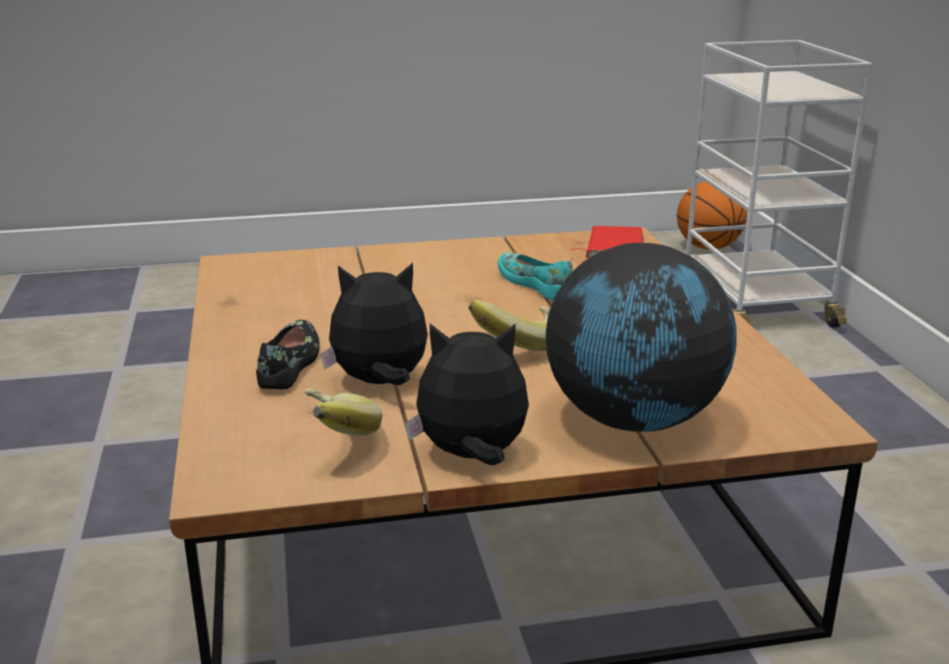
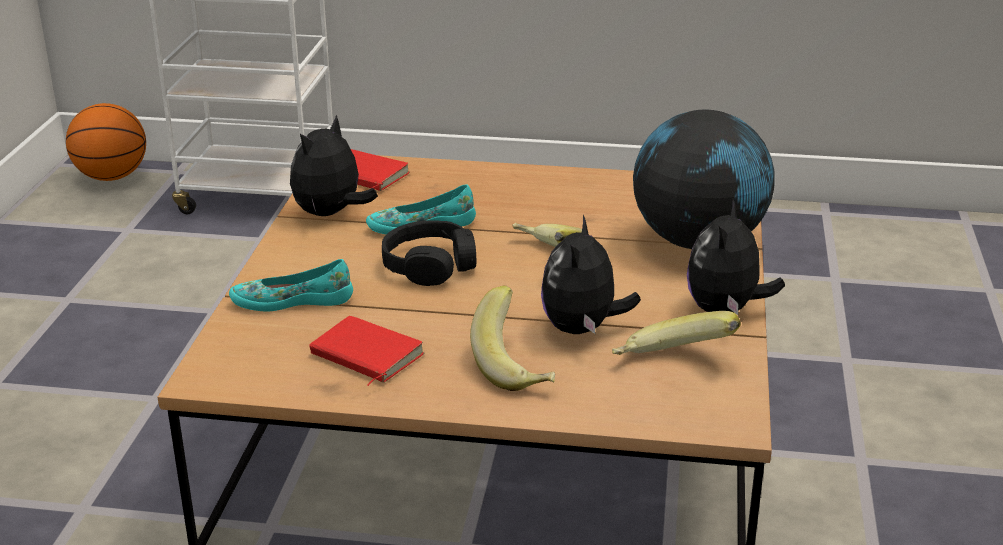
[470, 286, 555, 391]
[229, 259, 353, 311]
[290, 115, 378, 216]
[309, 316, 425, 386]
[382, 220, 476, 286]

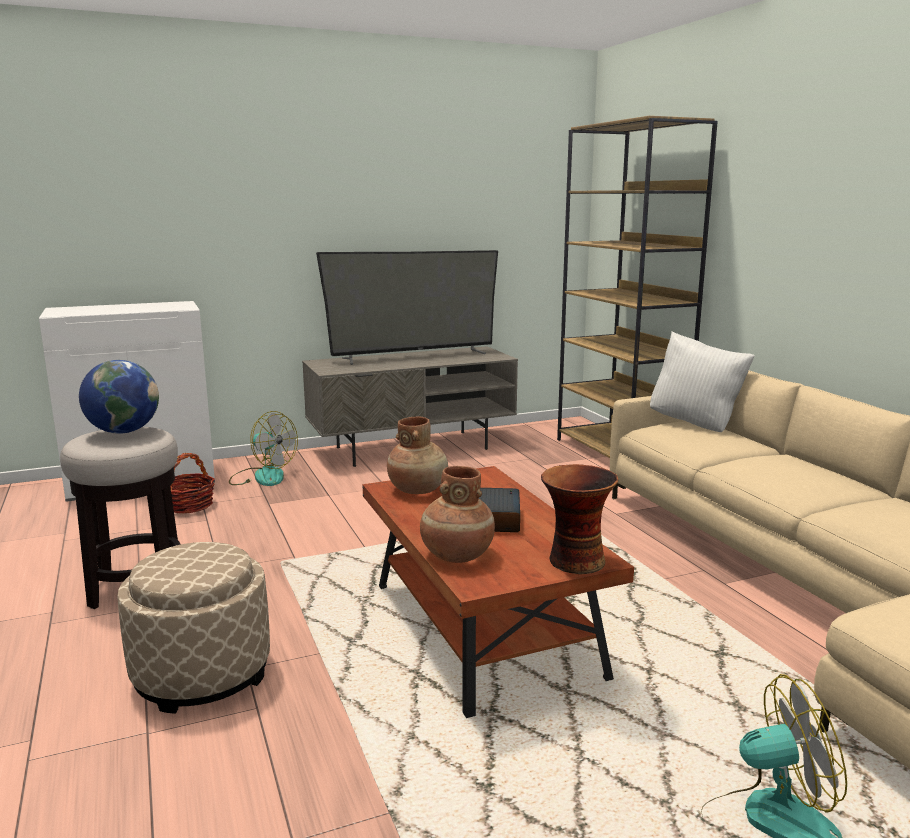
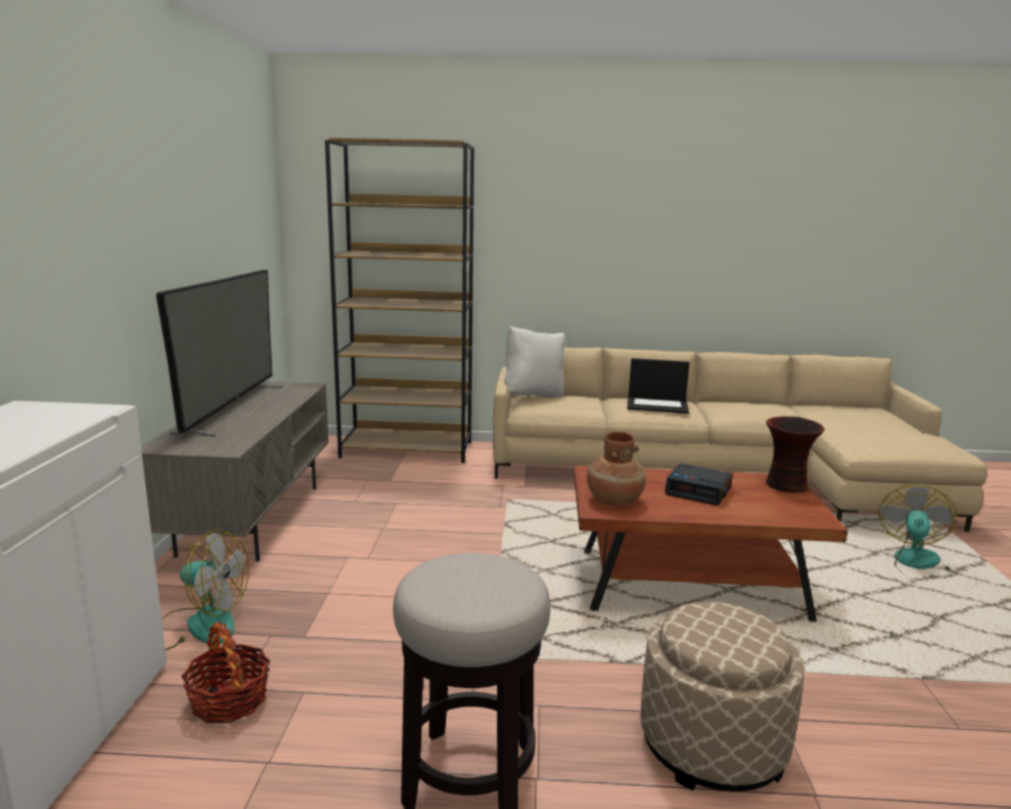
[79, 360, 159, 434] (first image)
[162, 529, 249, 651]
[420, 466, 495, 563] (first image)
[627, 358, 690, 414]

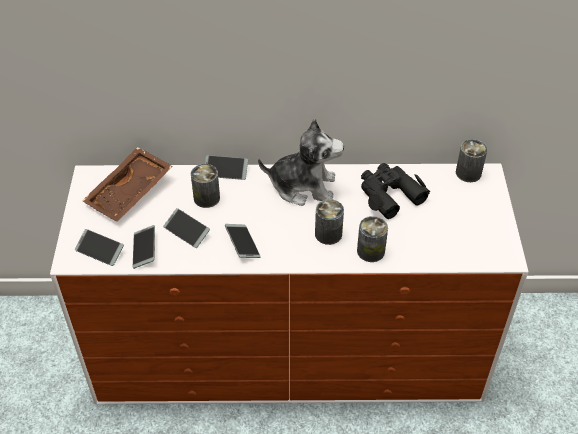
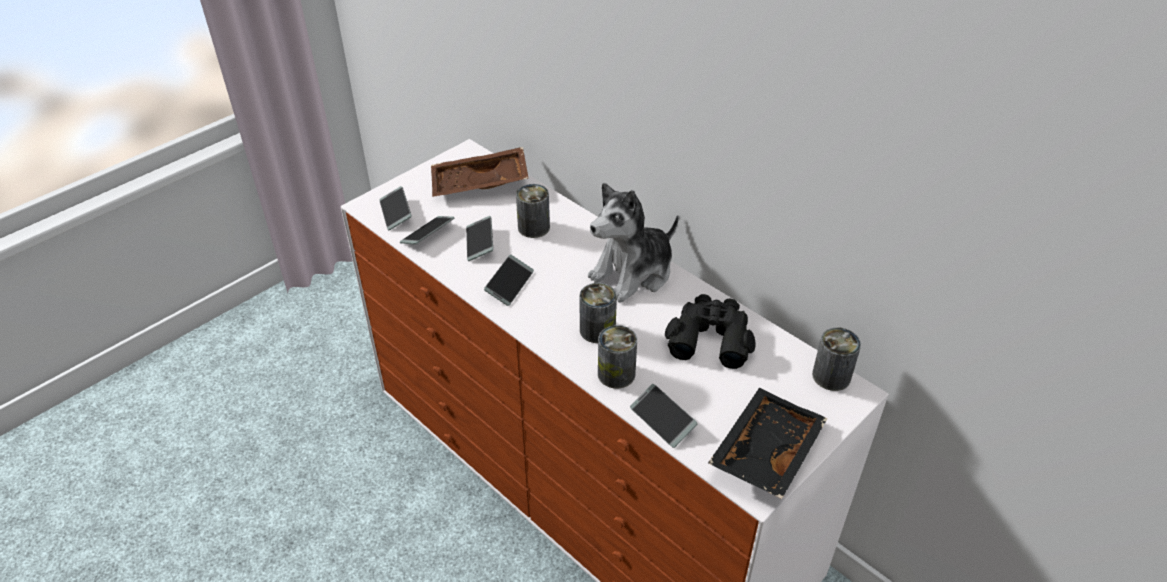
[630, 384, 697, 448]
[588, 183, 679, 303]
[708, 388, 828, 499]

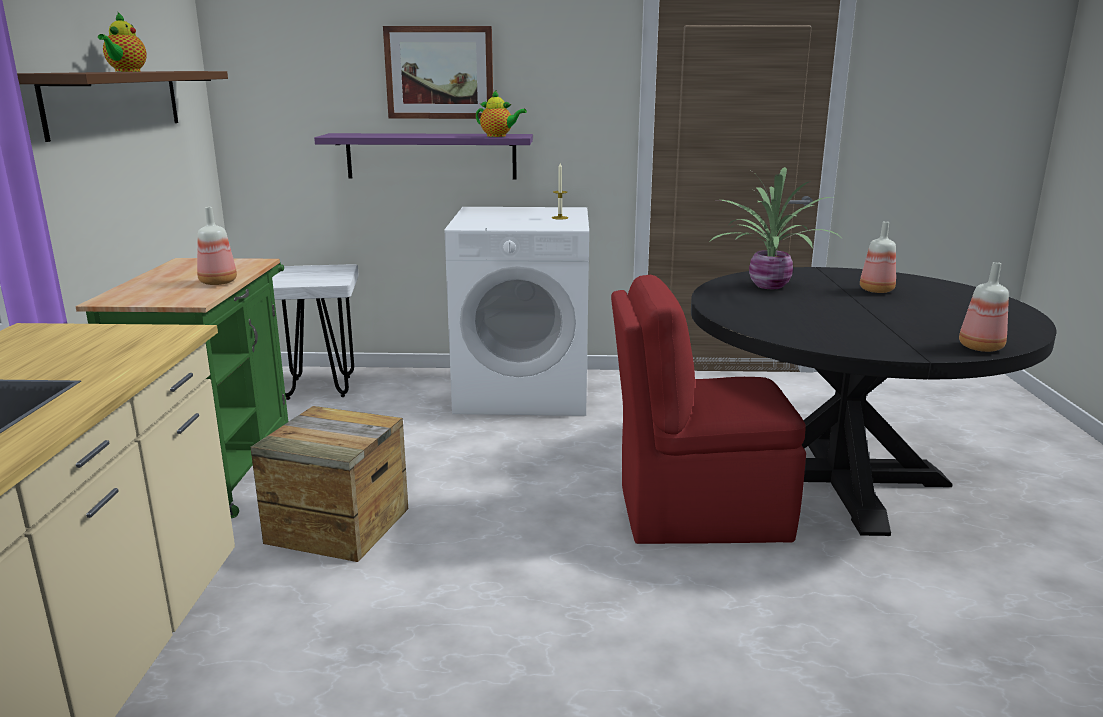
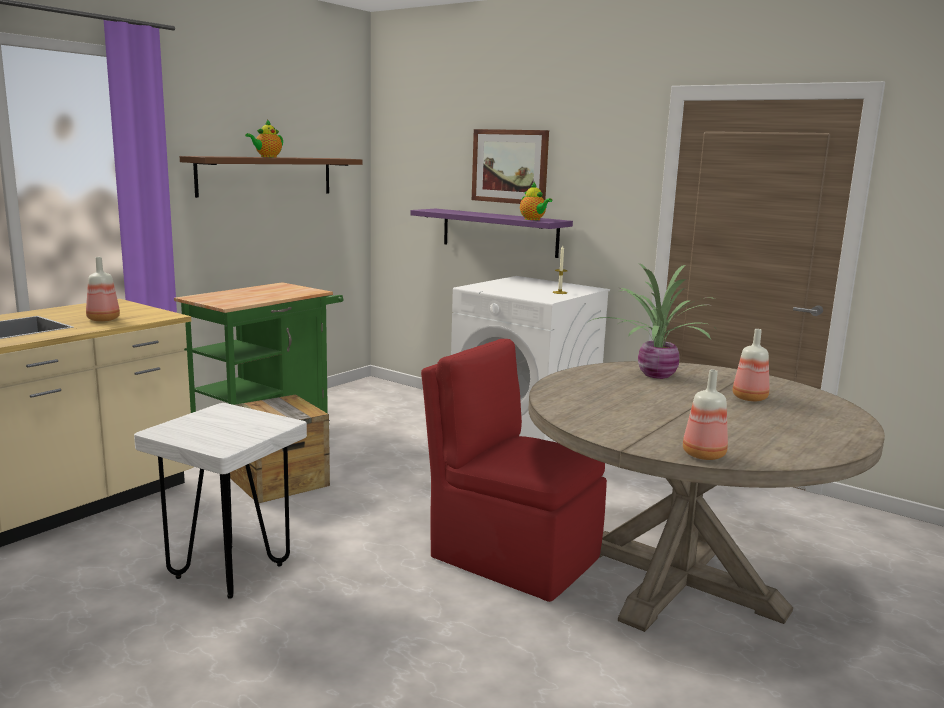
[86, 257, 120, 321]
[134, 403, 307, 599]
[528, 361, 885, 632]

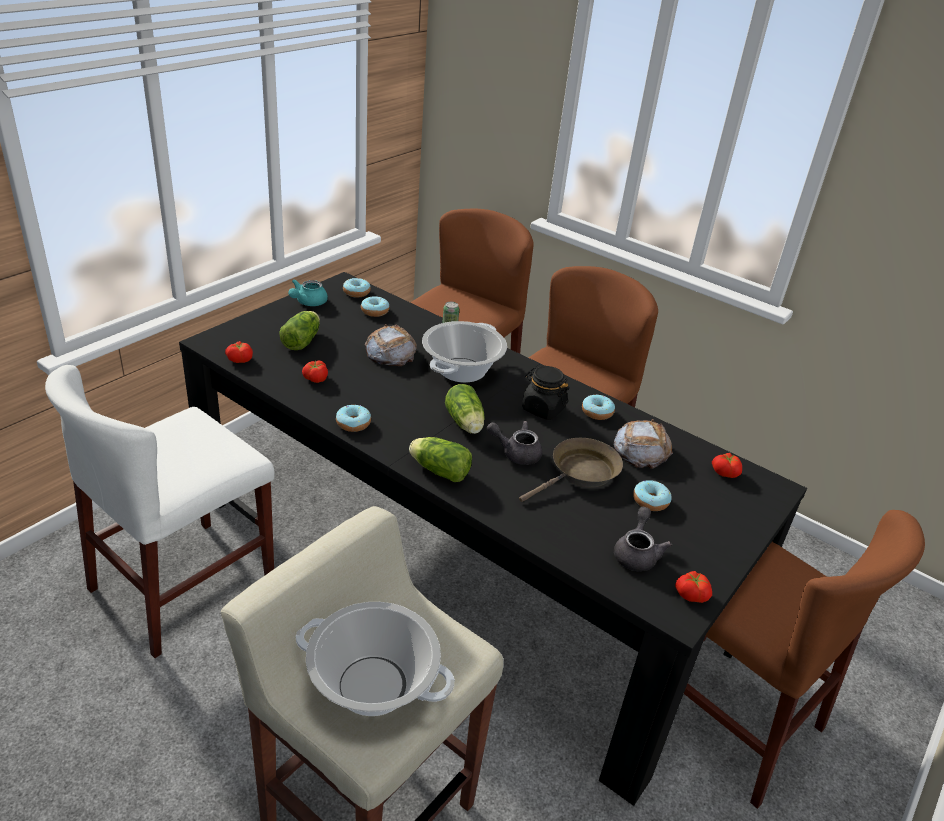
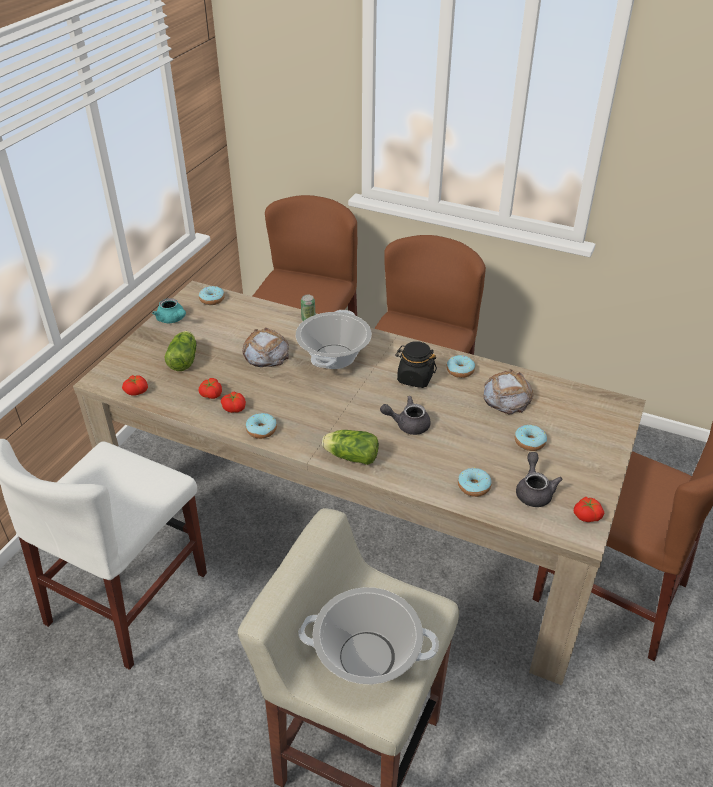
[73, 281, 646, 685]
[152, 298, 186, 323]
[458, 468, 492, 497]
[445, 384, 485, 434] (first image)
[519, 438, 623, 502] (first image)
[221, 391, 246, 413]

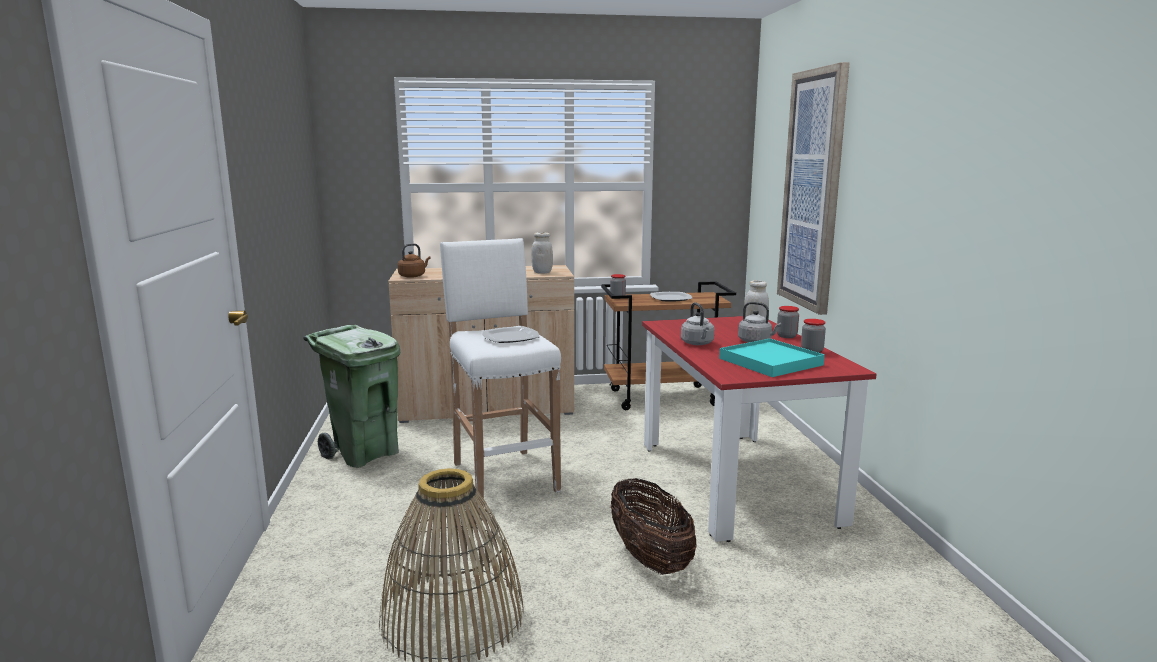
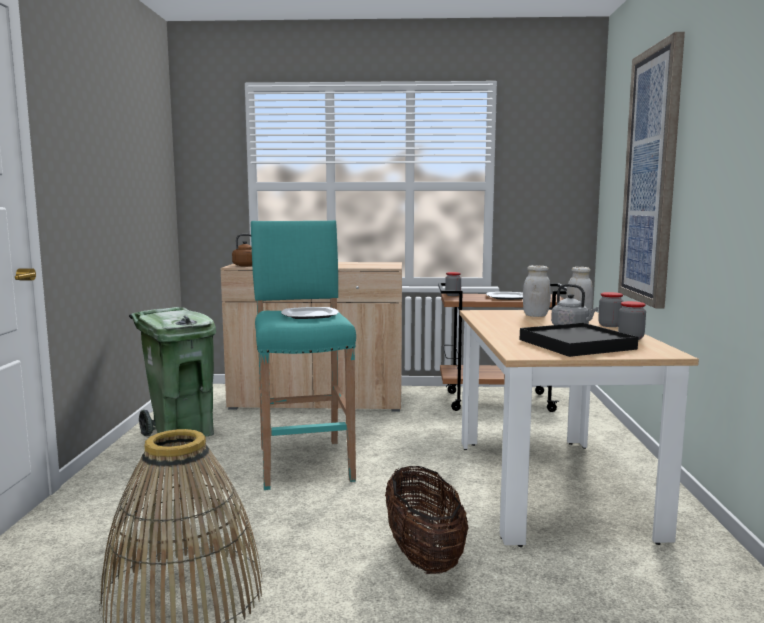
[251, 220, 356, 490]
[523, 265, 551, 317]
[460, 310, 699, 547]
[681, 302, 714, 345] (first image)
[520, 323, 638, 357]

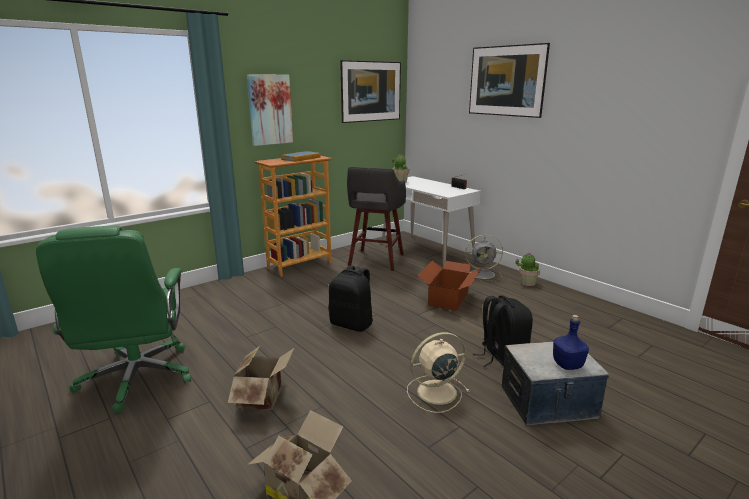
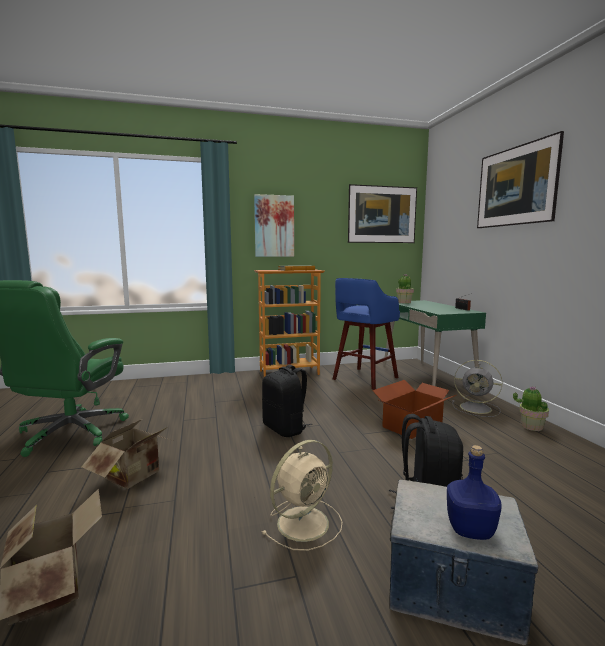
[333, 278, 400, 390]
[383, 300, 486, 386]
[262, 440, 343, 551]

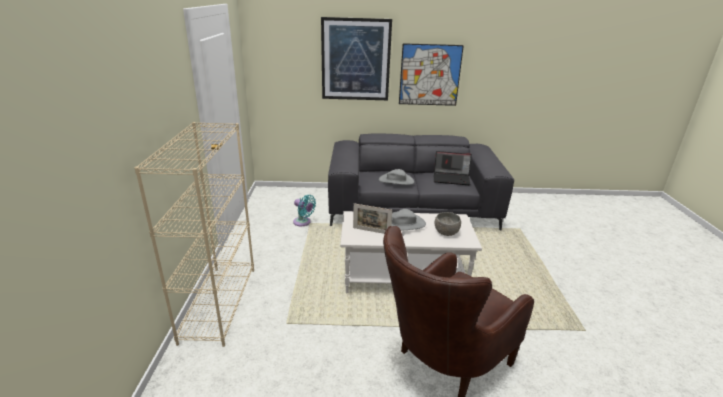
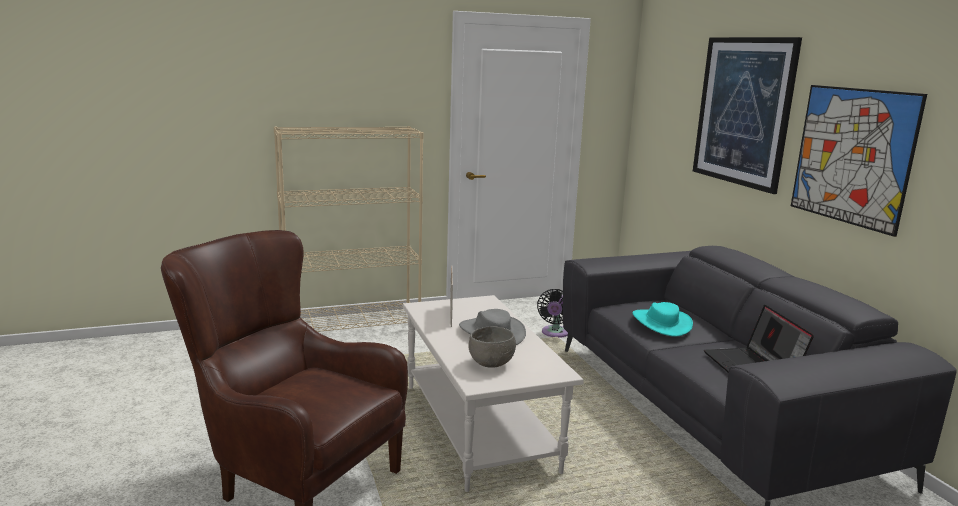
[537, 289, 568, 338]
[632, 302, 693, 336]

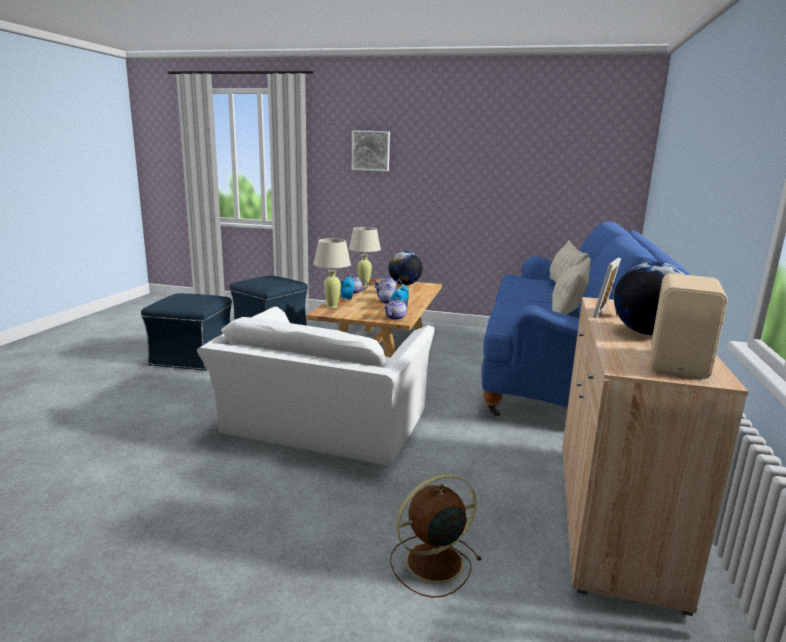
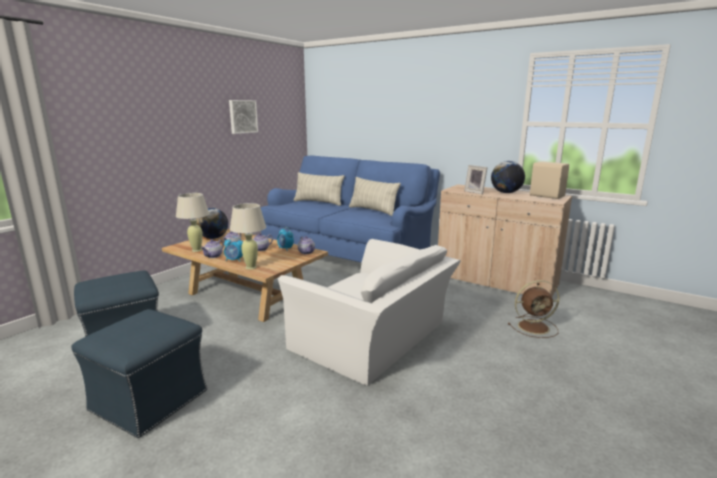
[229, 100, 258, 134]
[508, 280, 559, 338]

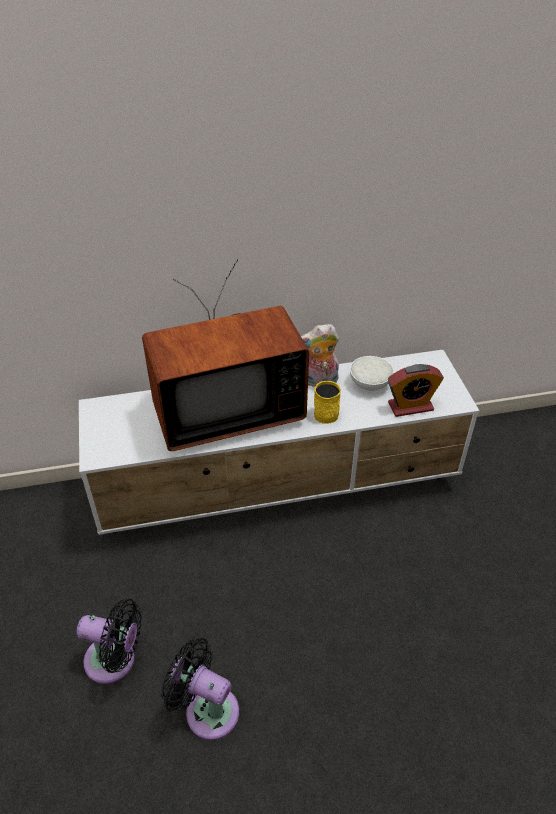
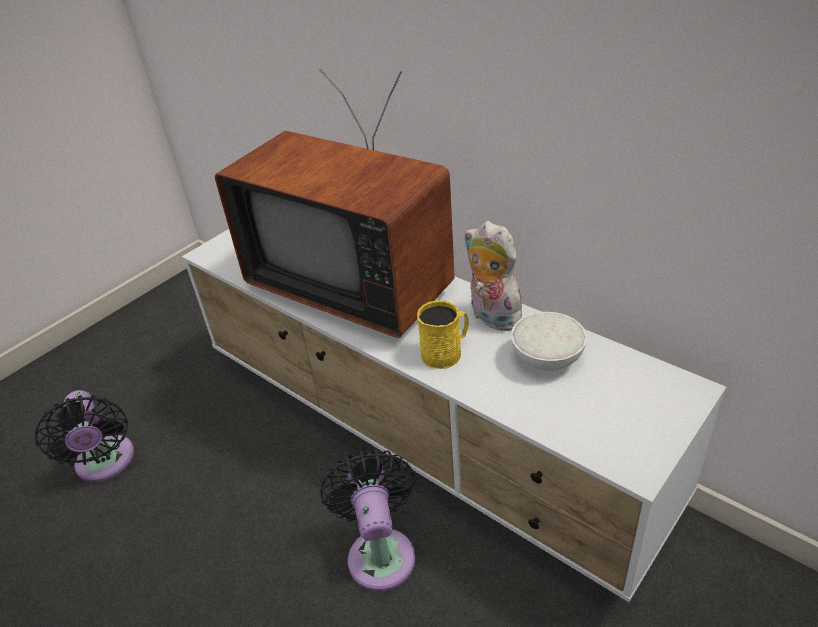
[320, 449, 415, 591]
[388, 364, 444, 417] (first image)

